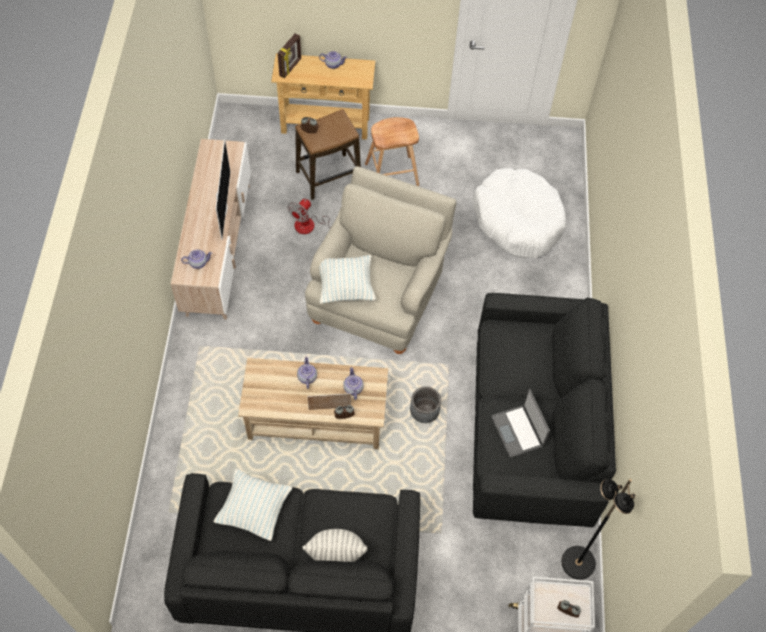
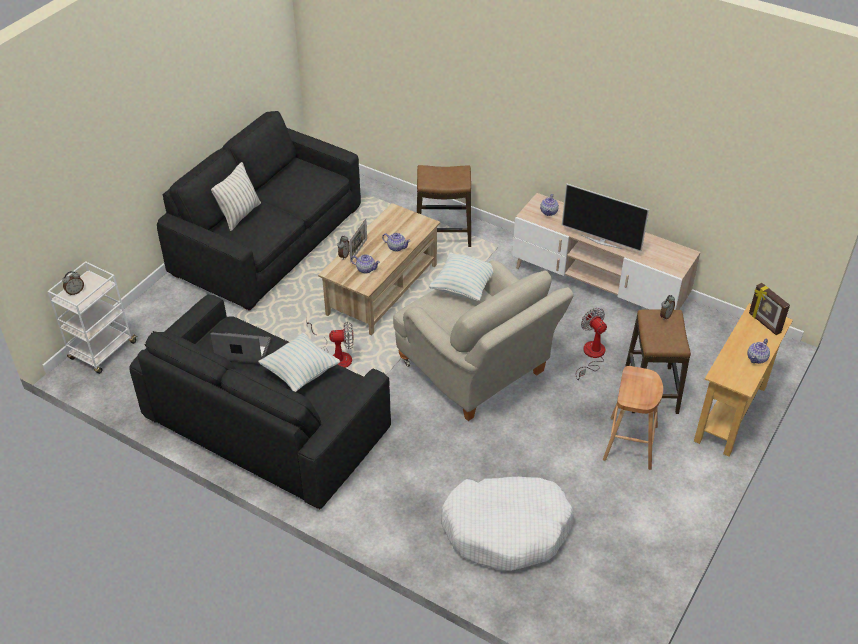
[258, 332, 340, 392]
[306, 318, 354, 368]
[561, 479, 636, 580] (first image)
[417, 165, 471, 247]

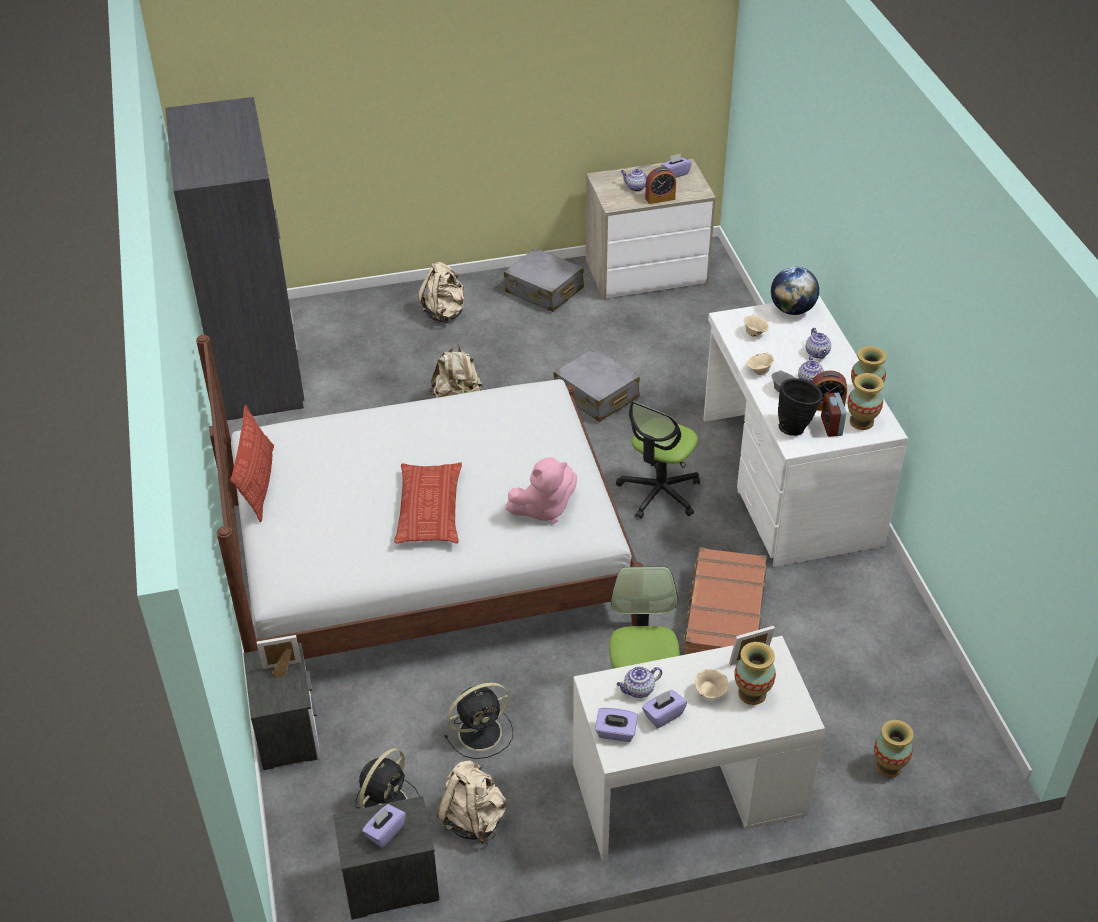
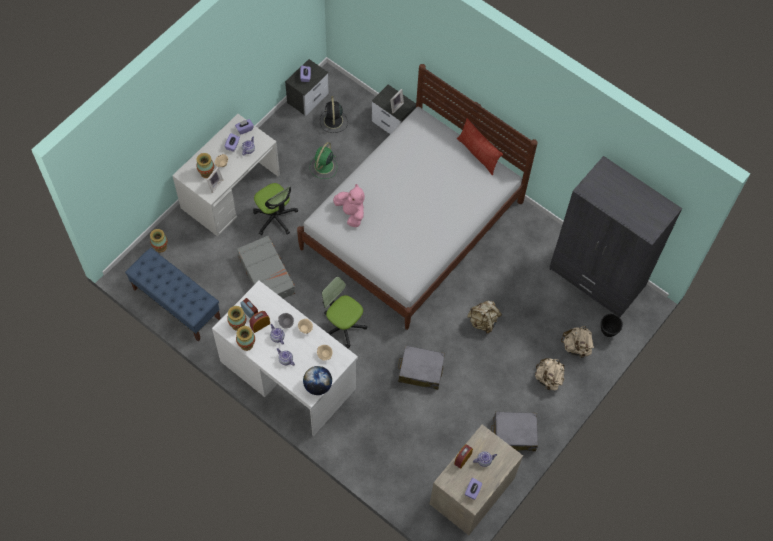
[394, 462, 462, 544] (first image)
[561, 326, 594, 359]
[309, 142, 337, 179]
[333, 184, 365, 227]
[322, 277, 367, 348]
[237, 236, 295, 299]
[601, 314, 623, 337]
[125, 248, 221, 341]

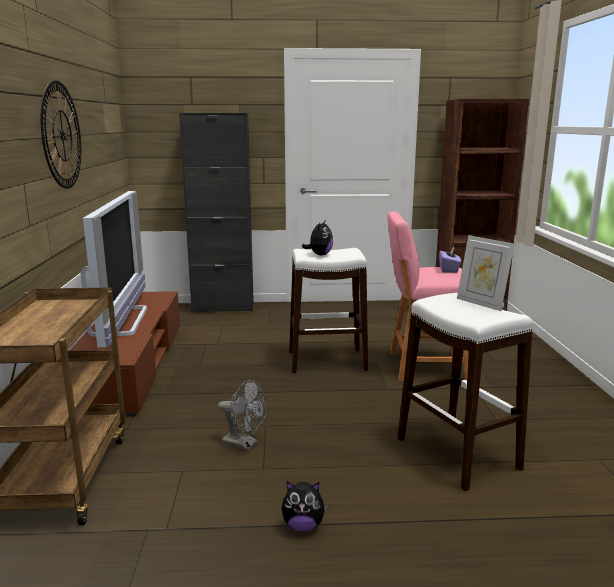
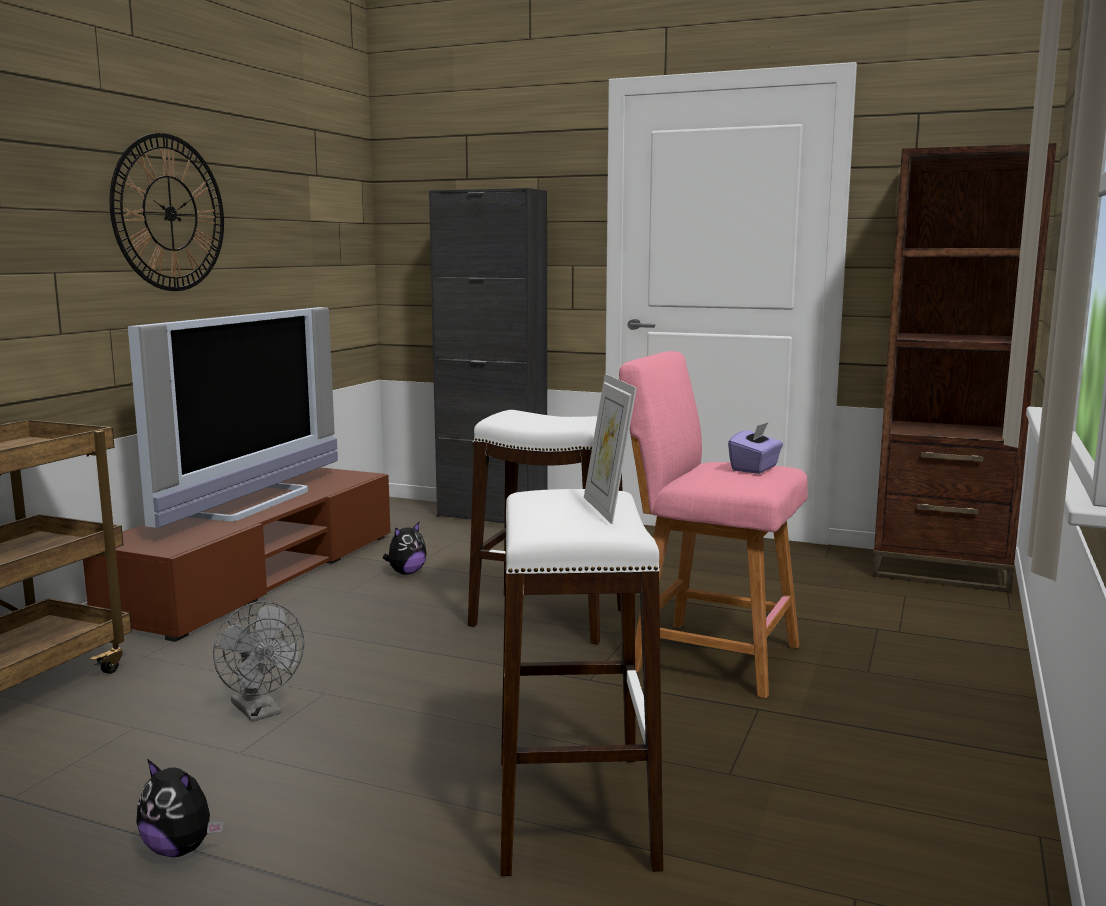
[383, 522, 427, 575]

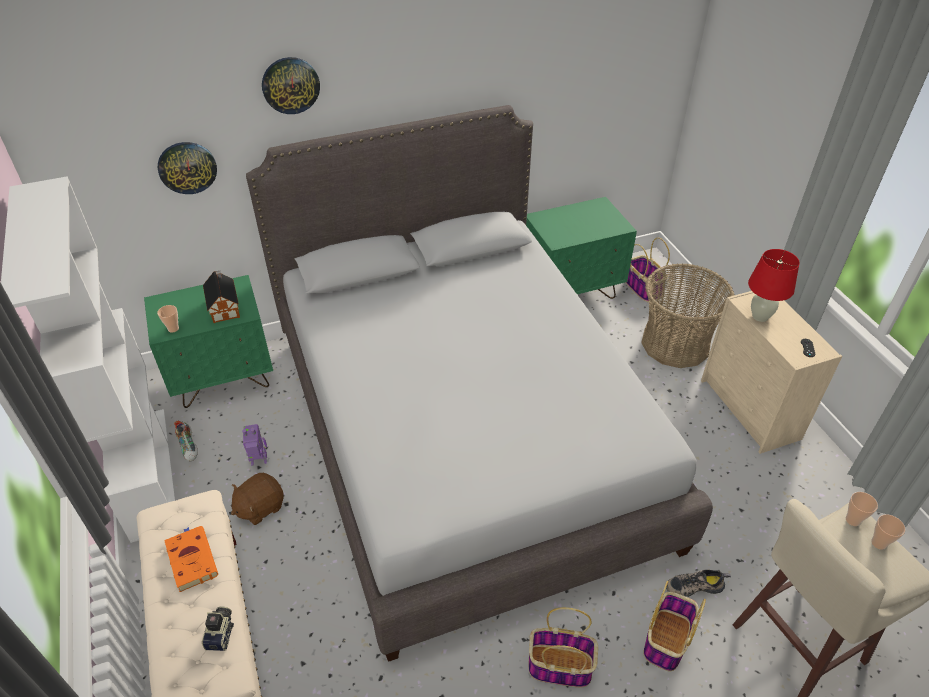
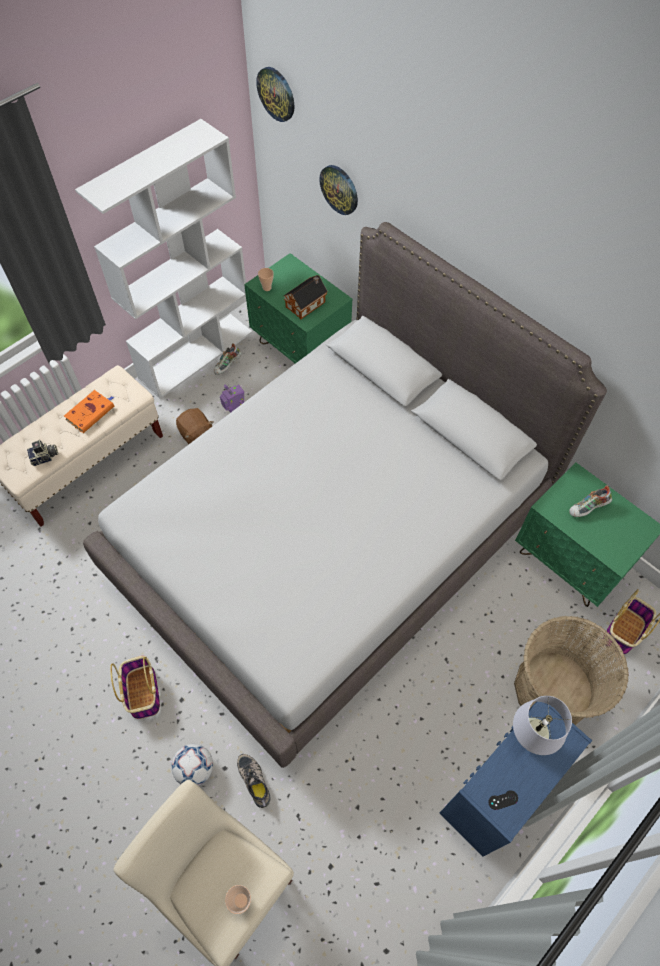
[176, 408, 214, 444]
[256, 67, 294, 122]
[171, 744, 213, 786]
[440, 702, 592, 857]
[513, 696, 572, 755]
[846, 492, 878, 526] (first image)
[569, 485, 612, 517]

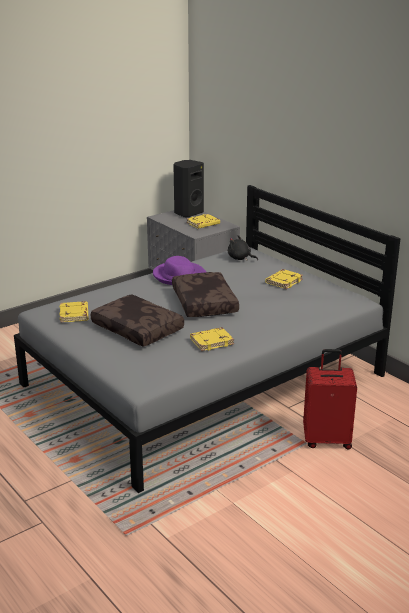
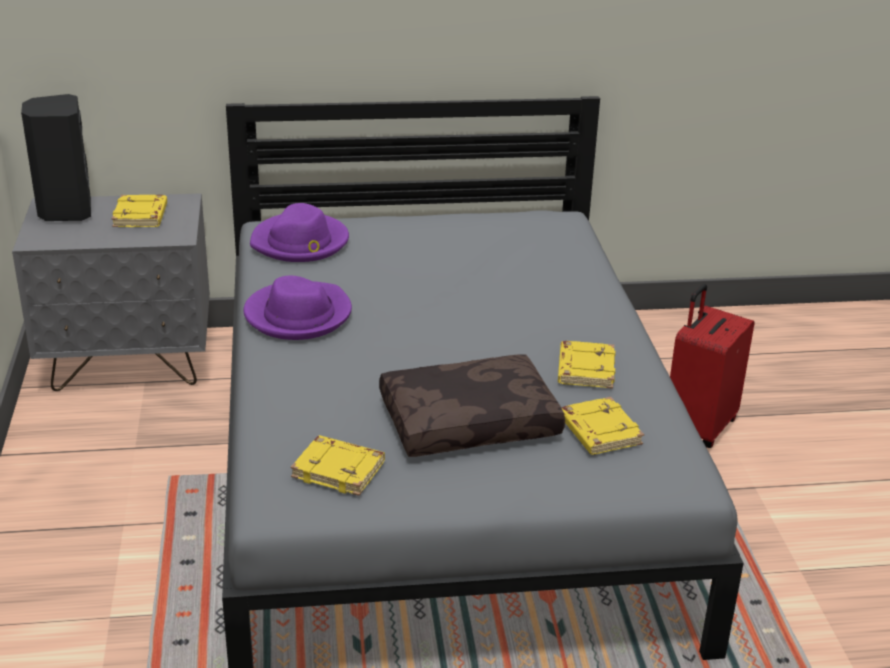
[172, 272, 239, 317] (first image)
[250, 203, 349, 262]
[561, 397, 644, 455]

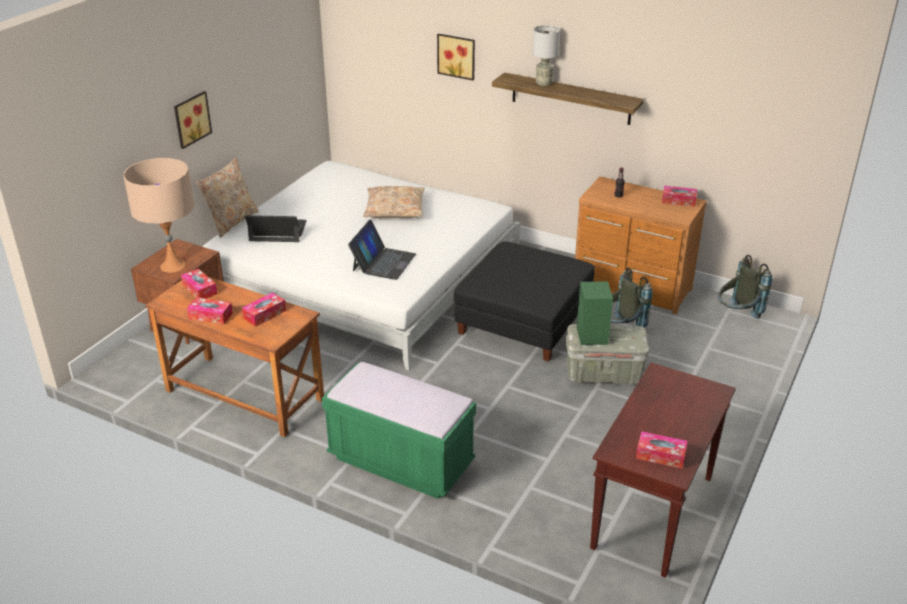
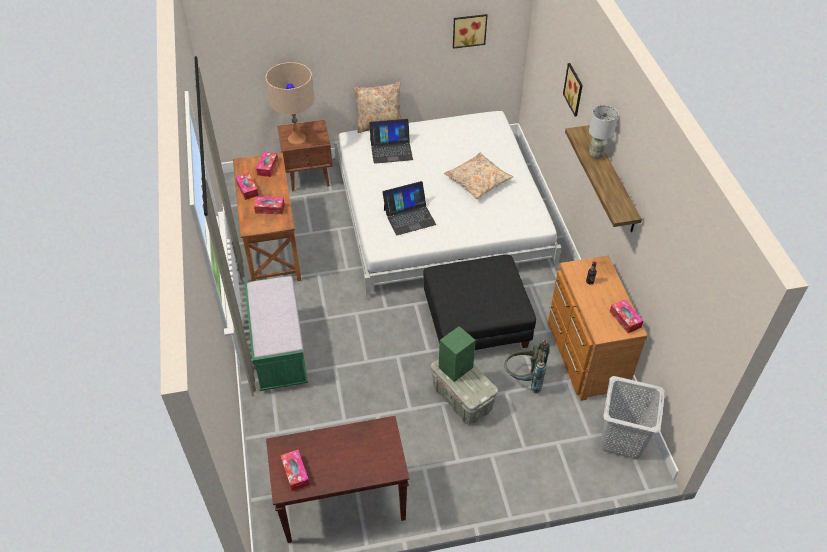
[453, 14, 487, 49]
[369, 119, 413, 164]
[600, 376, 665, 459]

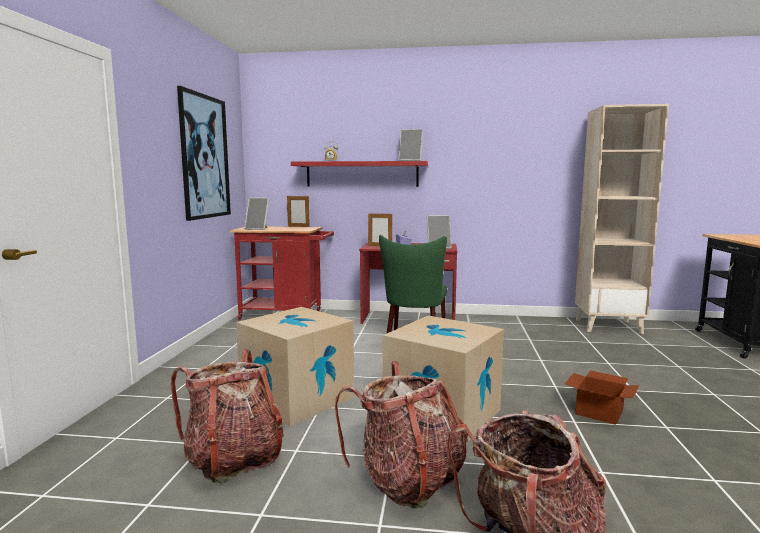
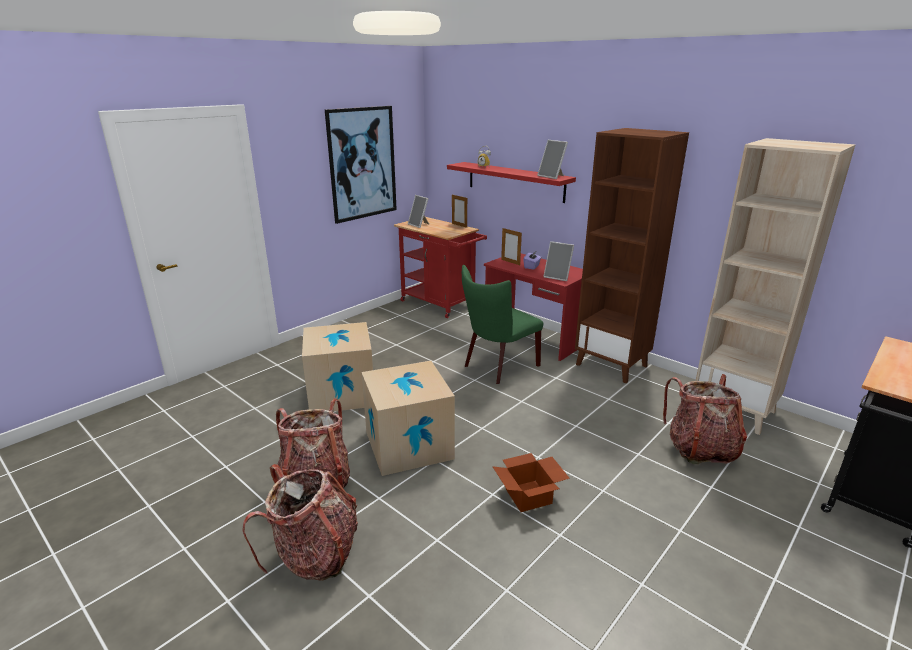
[663, 374, 747, 464]
[575, 128, 689, 383]

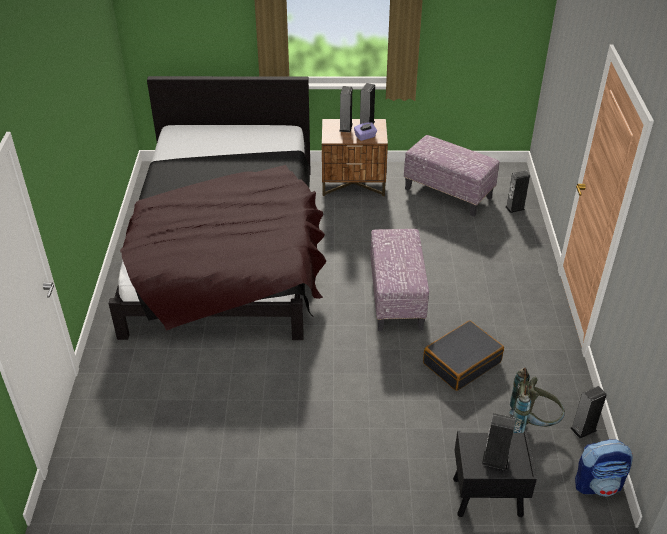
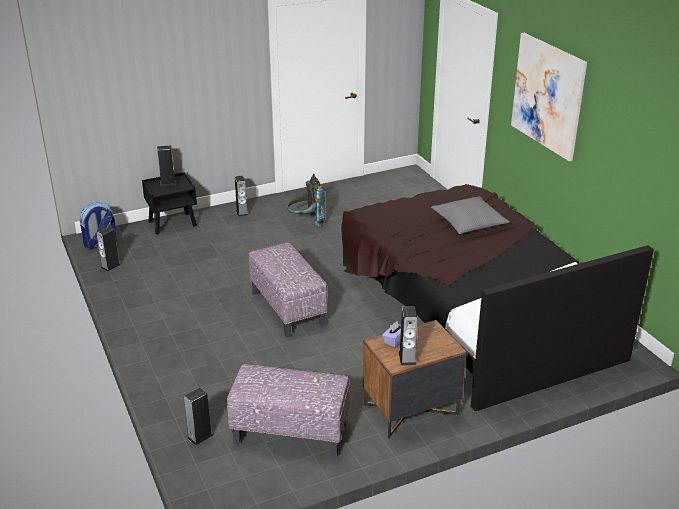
[235, 176, 248, 217]
[423, 320, 504, 391] (first image)
[287, 174, 325, 226]
[431, 196, 510, 234]
[511, 33, 587, 161]

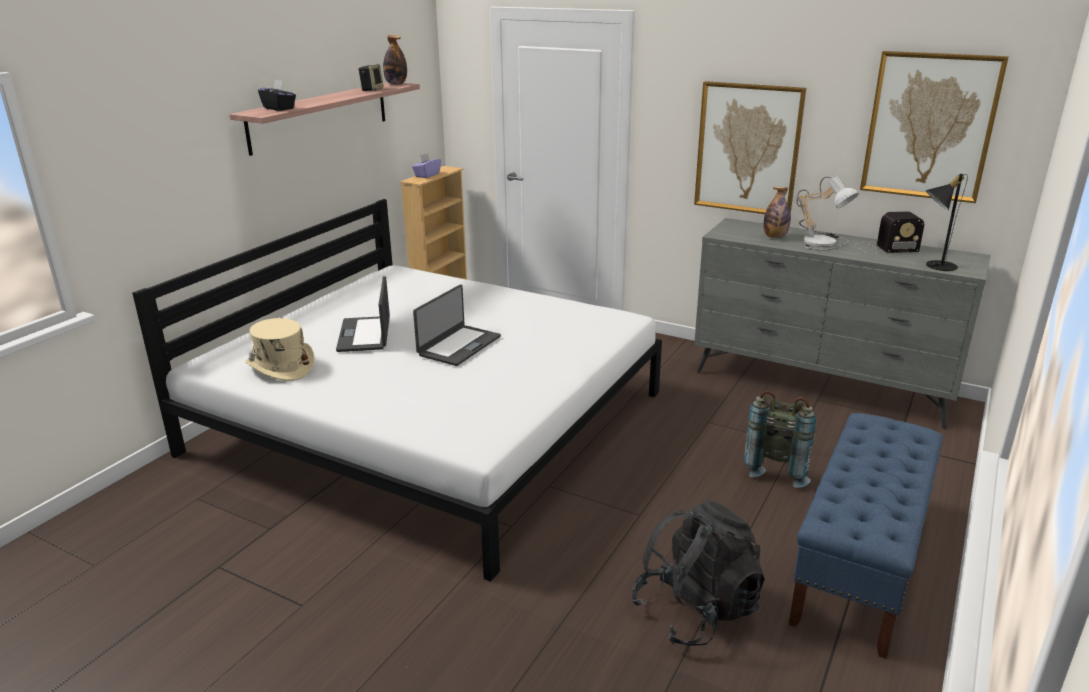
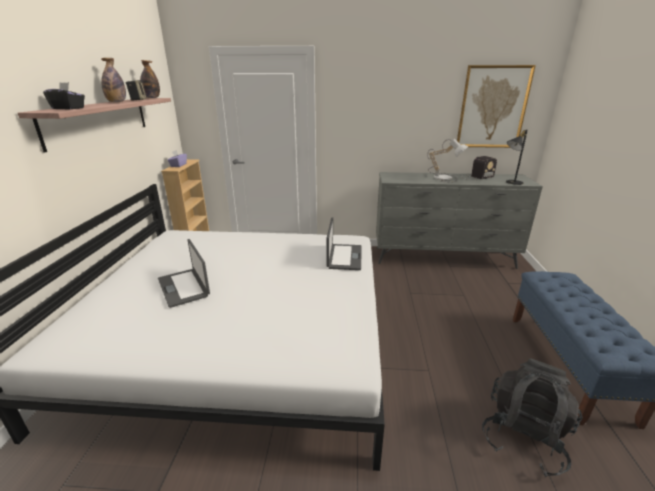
[245, 318, 314, 381] (first image)
[326, 218, 362, 270]
[694, 81, 806, 214] (first image)
[744, 391, 816, 488] (first image)
[101, 58, 126, 102]

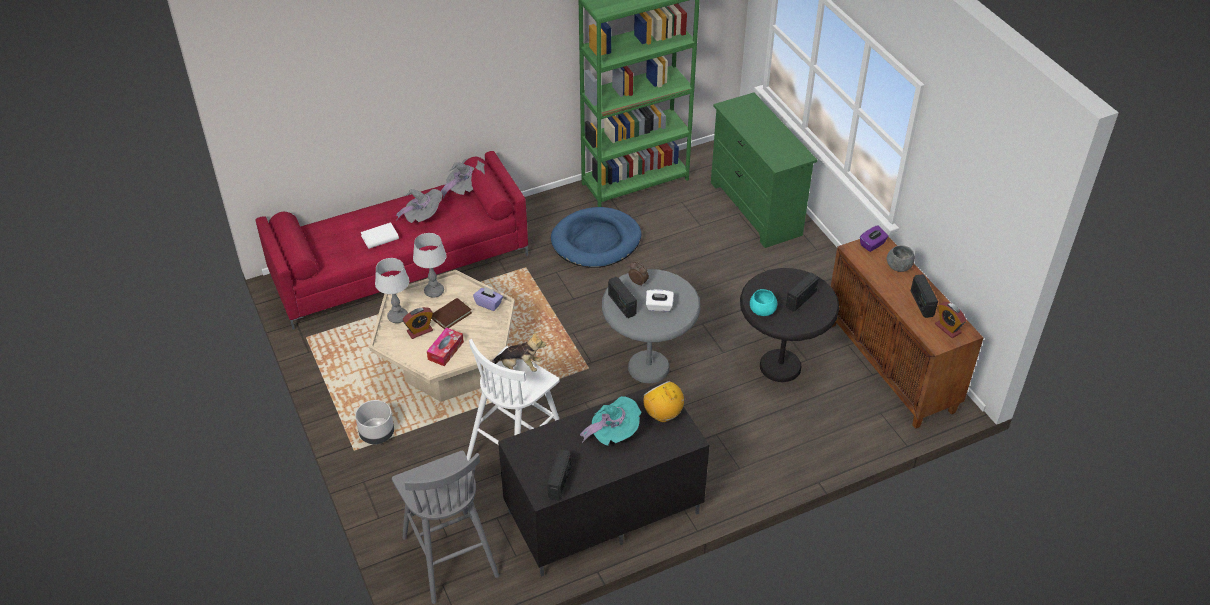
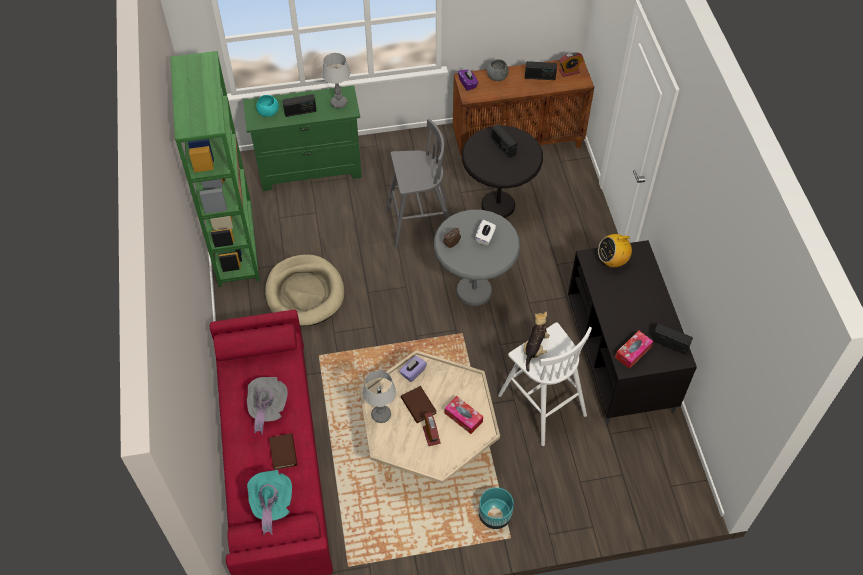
[479, 487, 514, 529]
[269, 433, 297, 470]
[322, 53, 350, 109]
[386, 118, 449, 248]
[440, 158, 485, 198] (first image)
[265, 254, 344, 326]
[247, 470, 292, 535]
[283, 94, 317, 117]
[256, 95, 279, 117]
[615, 331, 653, 369]

